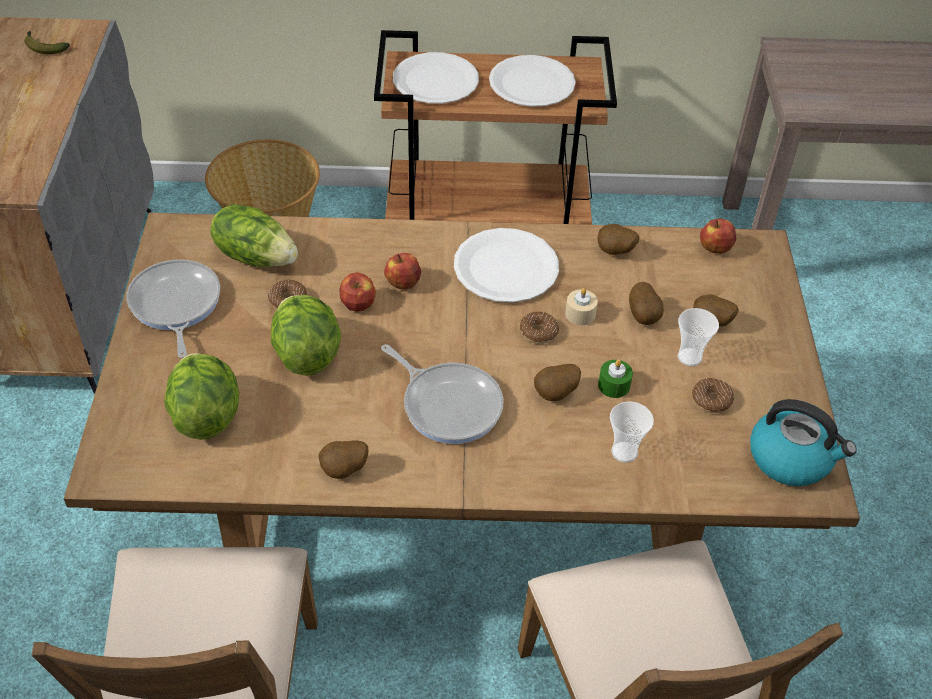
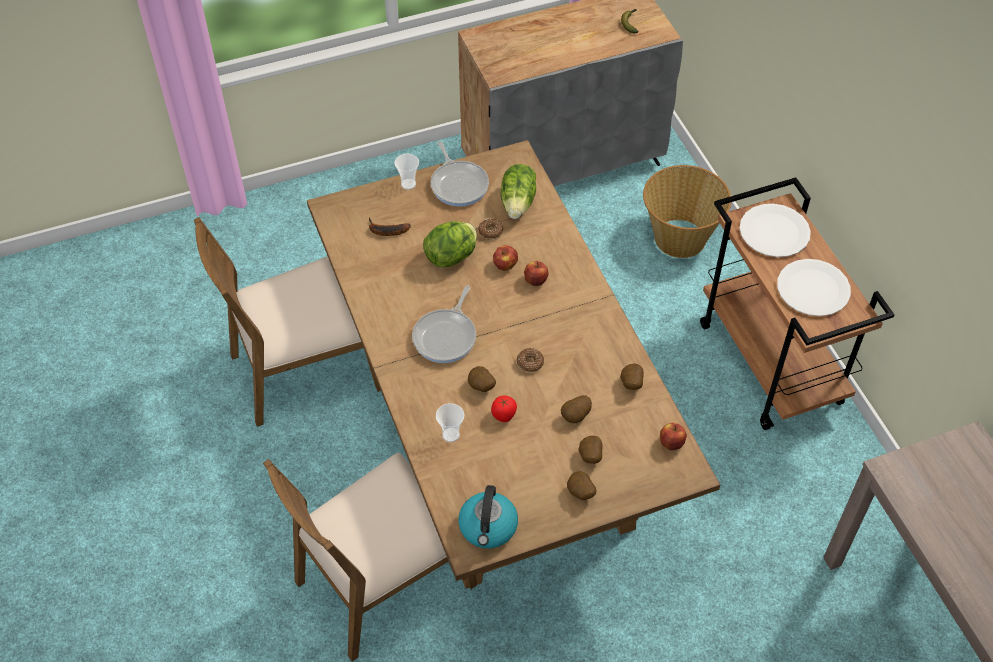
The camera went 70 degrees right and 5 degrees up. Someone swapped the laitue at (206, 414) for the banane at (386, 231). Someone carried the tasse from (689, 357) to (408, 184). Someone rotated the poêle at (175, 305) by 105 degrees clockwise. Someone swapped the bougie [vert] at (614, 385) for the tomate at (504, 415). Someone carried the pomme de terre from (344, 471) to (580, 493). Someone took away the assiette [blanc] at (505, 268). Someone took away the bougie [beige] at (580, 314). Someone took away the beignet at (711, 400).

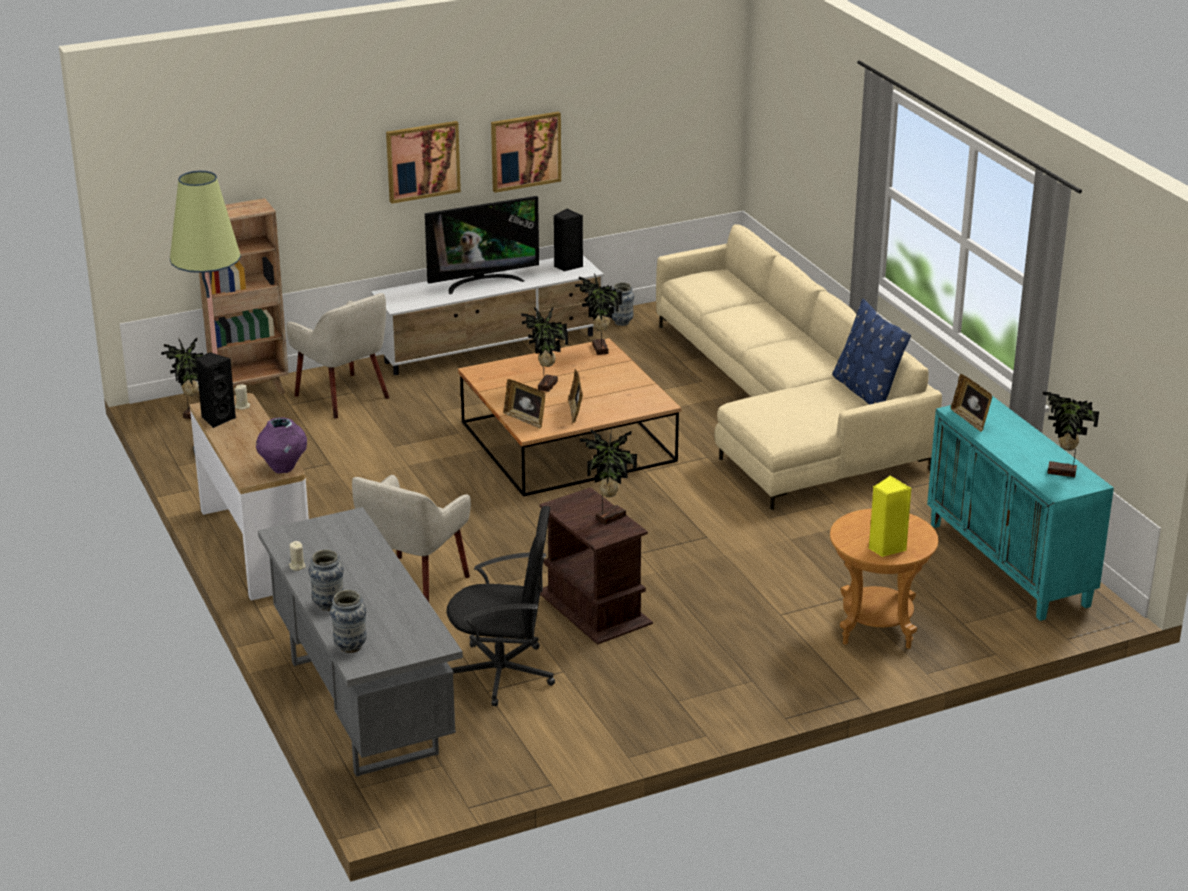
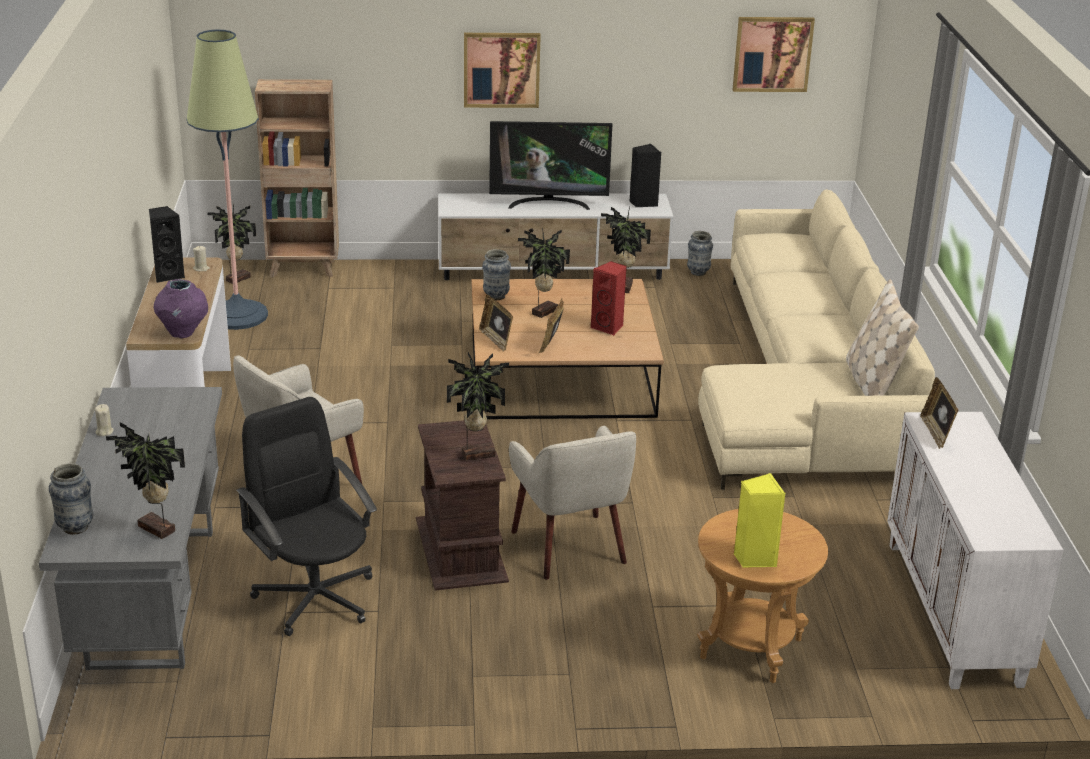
The camera went 20 degrees right and 0 degrees up. Someone carried the plante en pot from (1062, 473) to (155, 530). Someone rotated the chaise de bureau [noir] at (502, 673) by 150 degrees counterclockwise. Someone carried the vase from (328, 605) to (496, 296). Someone carried the fauteuil [beige] from (343, 396) to (570, 547). Someone put down the enceinte [rouge] at (609, 327). Someone carried the tableau from (525, 151) to (772, 54). Someone repainted the coussin [bleu] at (866, 392), which became the coussin [beige] at (872, 383). Someone repainted the meuble de rangement [turquoise] at (1010, 565), which became the meuble de rangement [blanc] at (954, 613).

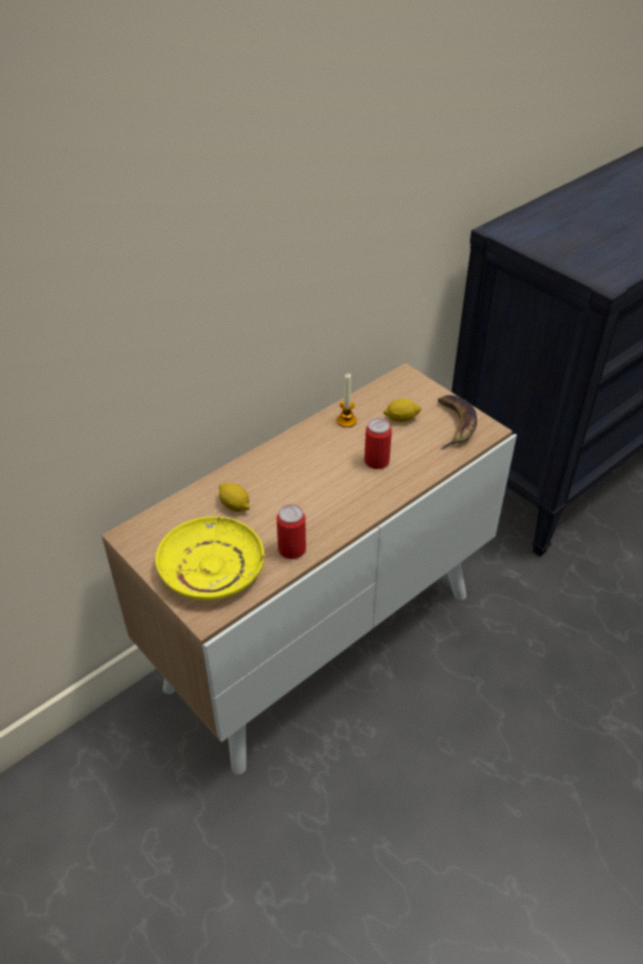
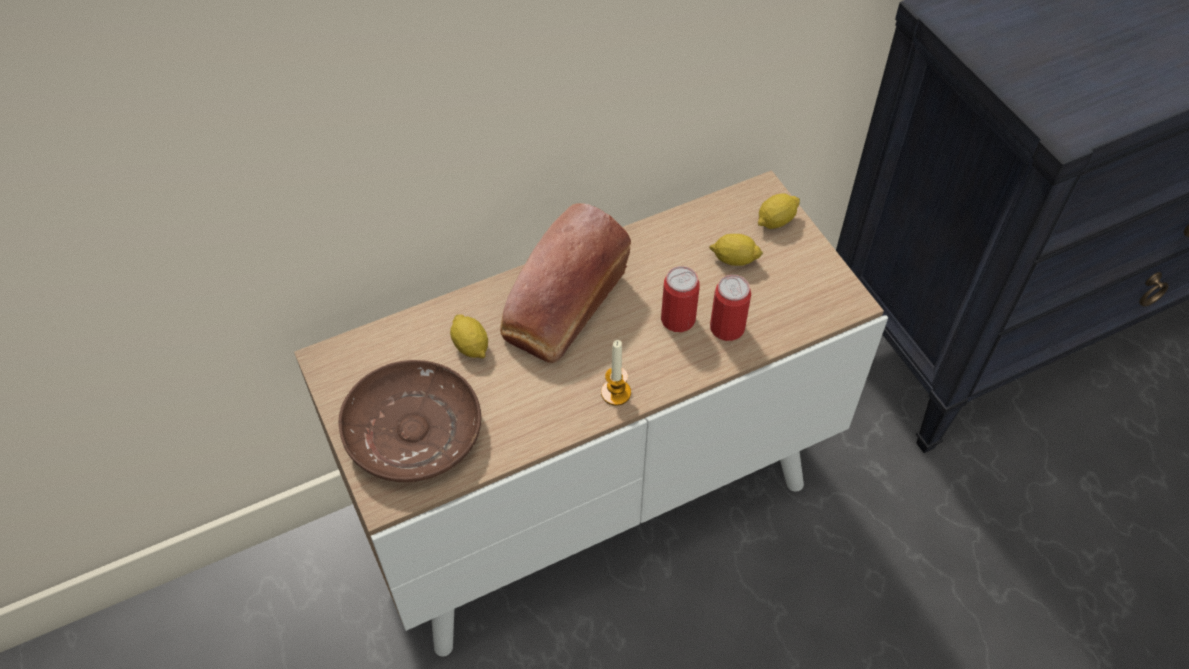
The camera went 15 degrees right and 10 degrees up. Someone repainted the assiette [jaune] at (211, 568), which became the assiette [marron] at (413, 431). Someone put down the pain at (562, 308). Someone carried the bougie from (346, 421) to (616, 393). Someone carried the boîte métallique from (292, 549) to (727, 327). Someone put down the citron at (776, 221). Someone took away the banane at (455, 425).

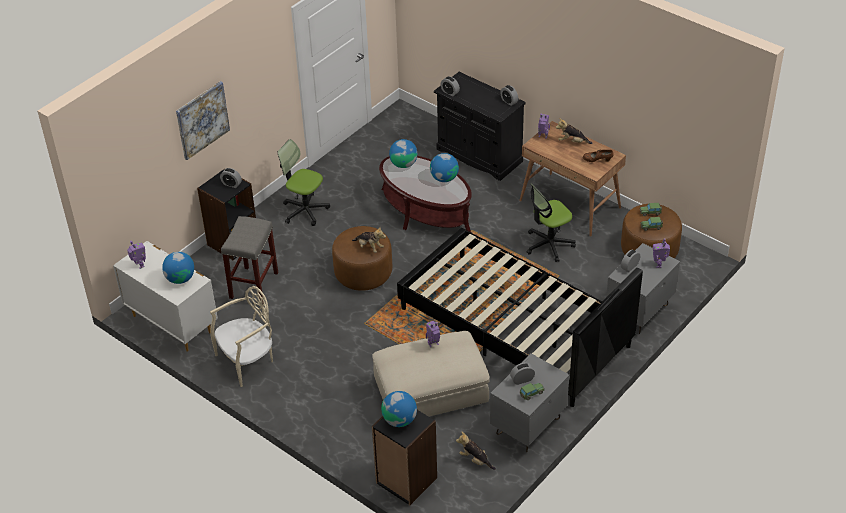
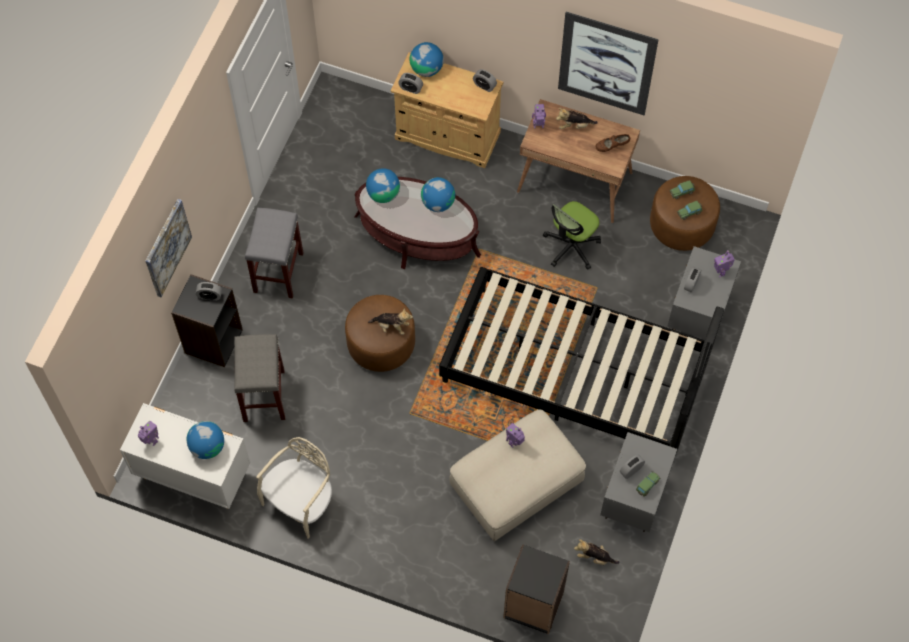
The camera went 20 degrees left and 20 degrees up. Someone swapped the chaise de bureau at (305, 210) for the tabouret [gris] at (278, 271). Someone repainted the meuble de rangement [noir] at (479, 155), which became the meuble de rangement [beige] at (447, 136). Someone carried the globe from (399, 420) to (426, 69). Someone put up the tableau at (606, 64).

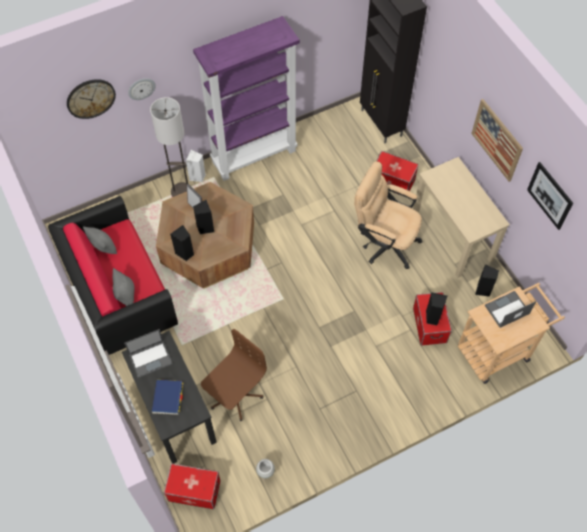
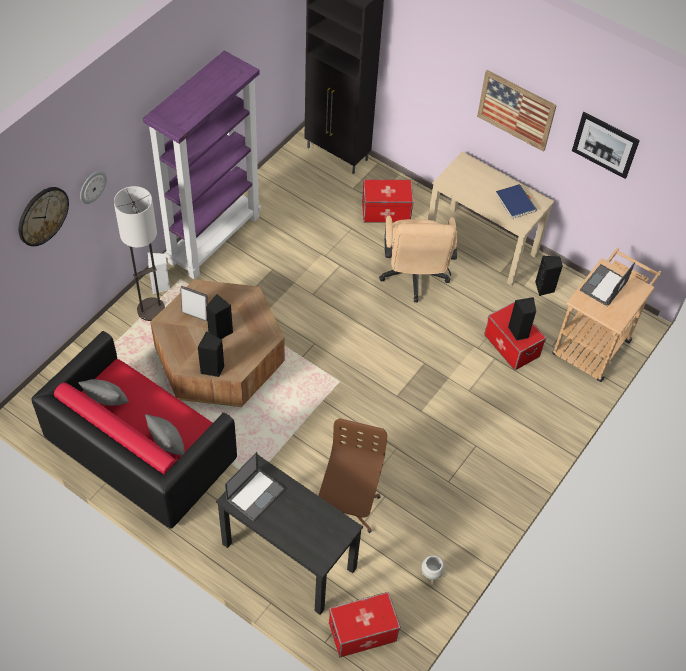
The camera went 30 degrees left and 5 degrees down. Someone rotated the chaise de bureau [beige] at (384, 242) by 90 degrees counterclockwise. Someone carried the livre [bleu] from (167, 397) to (515, 203).

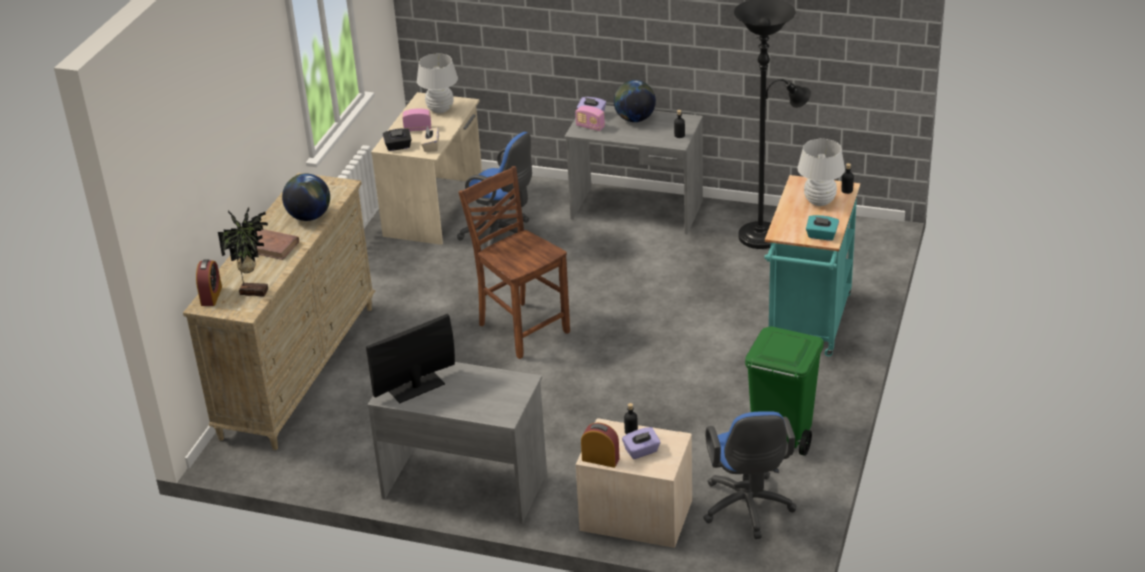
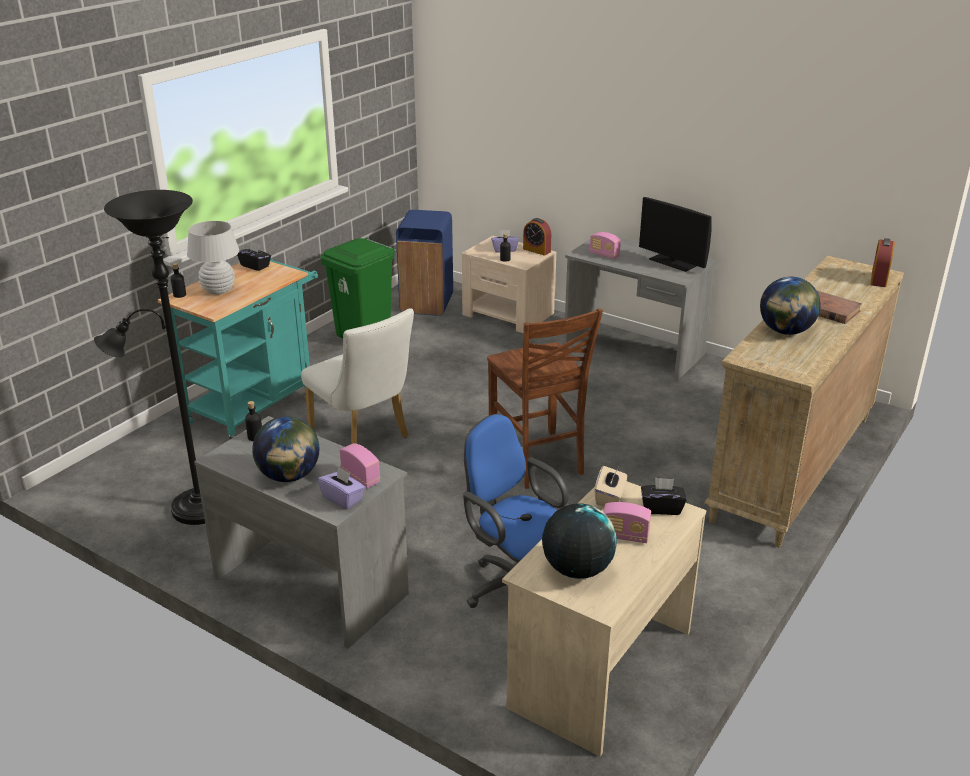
The camera went 165 degrees left and 5 degrees down. Someone repainted the boîte à mouchoirs [turquoise] at (821, 236), which became the boîte à mouchoirs [noir] at (255, 266). Someone put down the chaise [blanc] at (364, 436). Someone swapped the chaise de bureau [bleu] at (748, 510) for the poubelle [bleu] at (427, 303). Someone swapped the lampe de table [blanc] at (440, 109) for the globe at (577, 569). Someone put down the radio at (604, 255). Someone rotated the écran d'ordinateur at (416, 387) by 60 degrees clockwise. Someone took away the plante en pot at (254, 291).

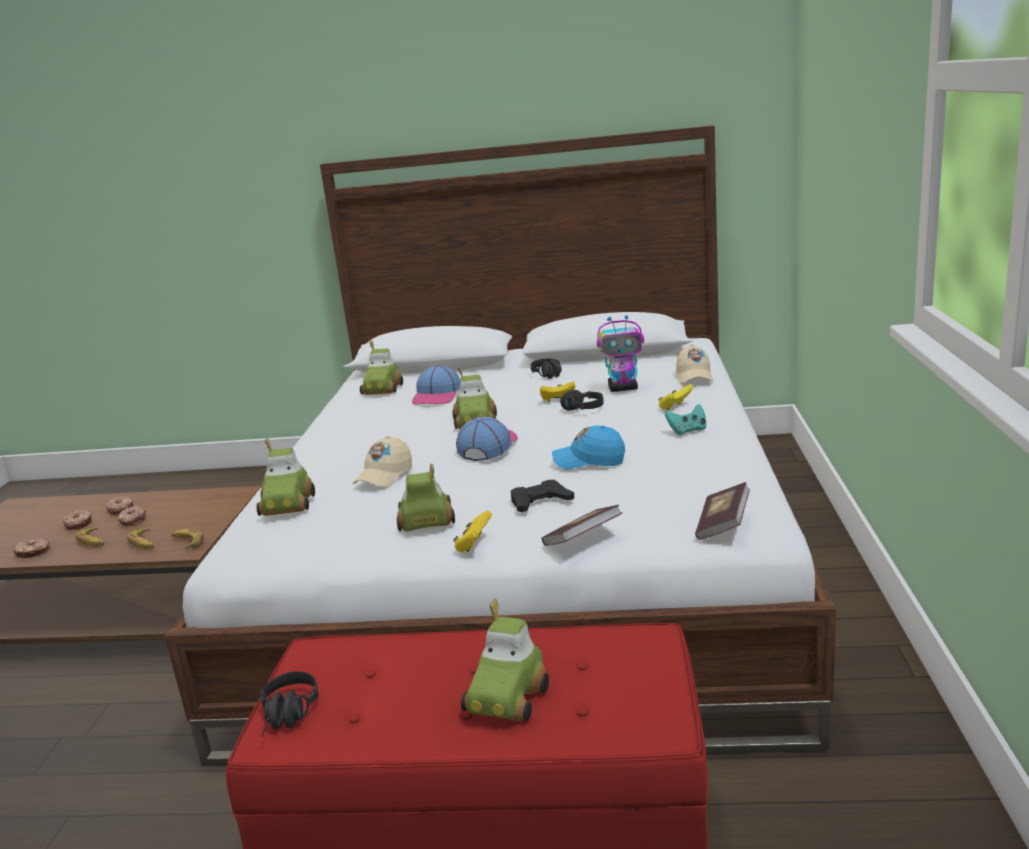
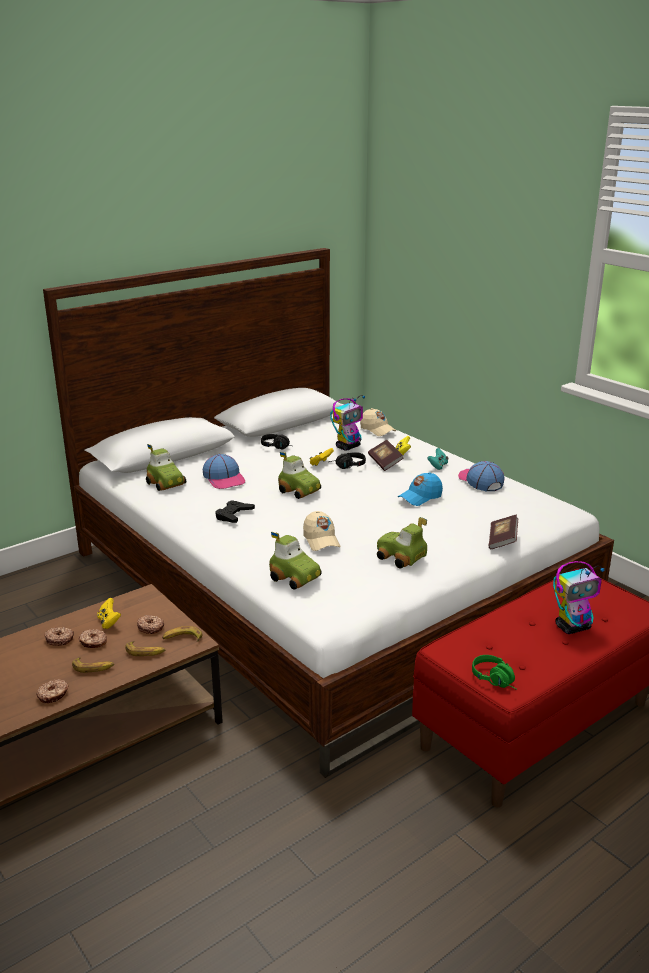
The camera went 45 degrees left and 5 degrees up. Someone carried the manette [jaune] from (474, 545) to (109, 622). Someone carried the beignet from (79, 524) to (150, 627). Someone carried the manette [noir] from (540, 502) to (234, 515). Someone carried the livre from (723, 525) to (385, 462). Someone carried the casquette from (487, 446) to (480, 481). Someone repainted the casque audio [noir] at (288, 717), which became the casque audio [vert] at (497, 680). Someone swapped the petite voiture at (508, 699) for the robot jouet at (573, 627).

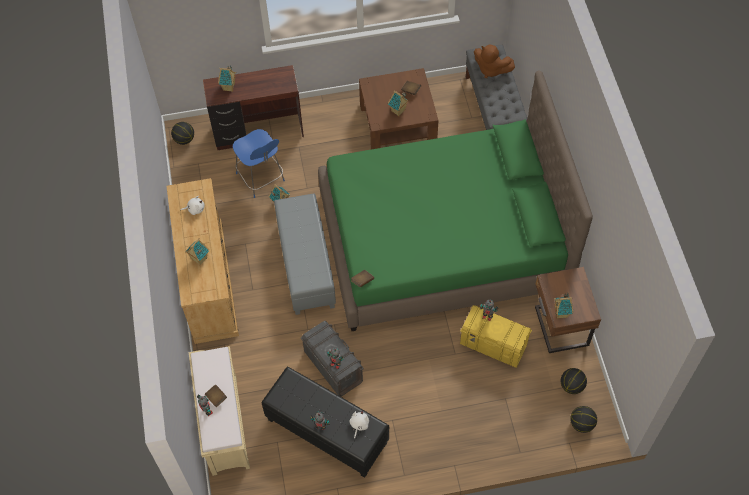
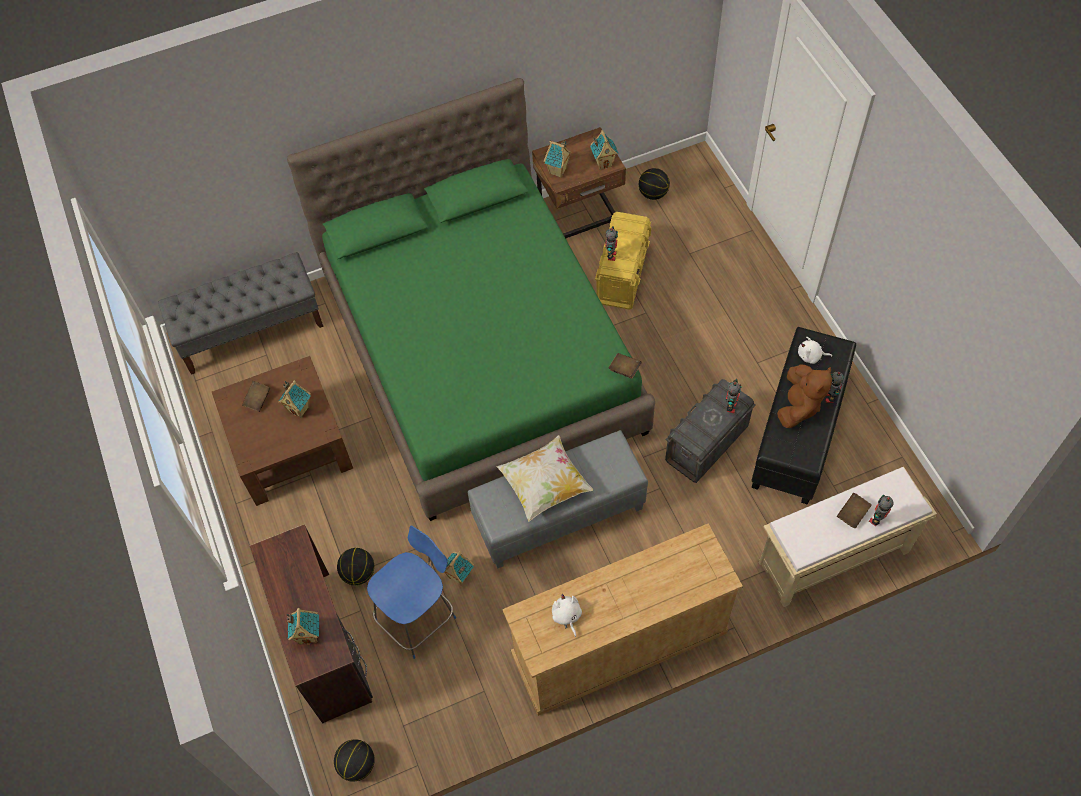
The camera went 100 degrees left and 0 degrees up. Someone carried the ballon de basket from (581, 424) to (359, 573). Someone put down the coussin at (544, 486). Someone carried the maison miniature from (199, 259) to (558, 171). Someone carried the peluche [marron] from (490, 69) to (799, 406).

